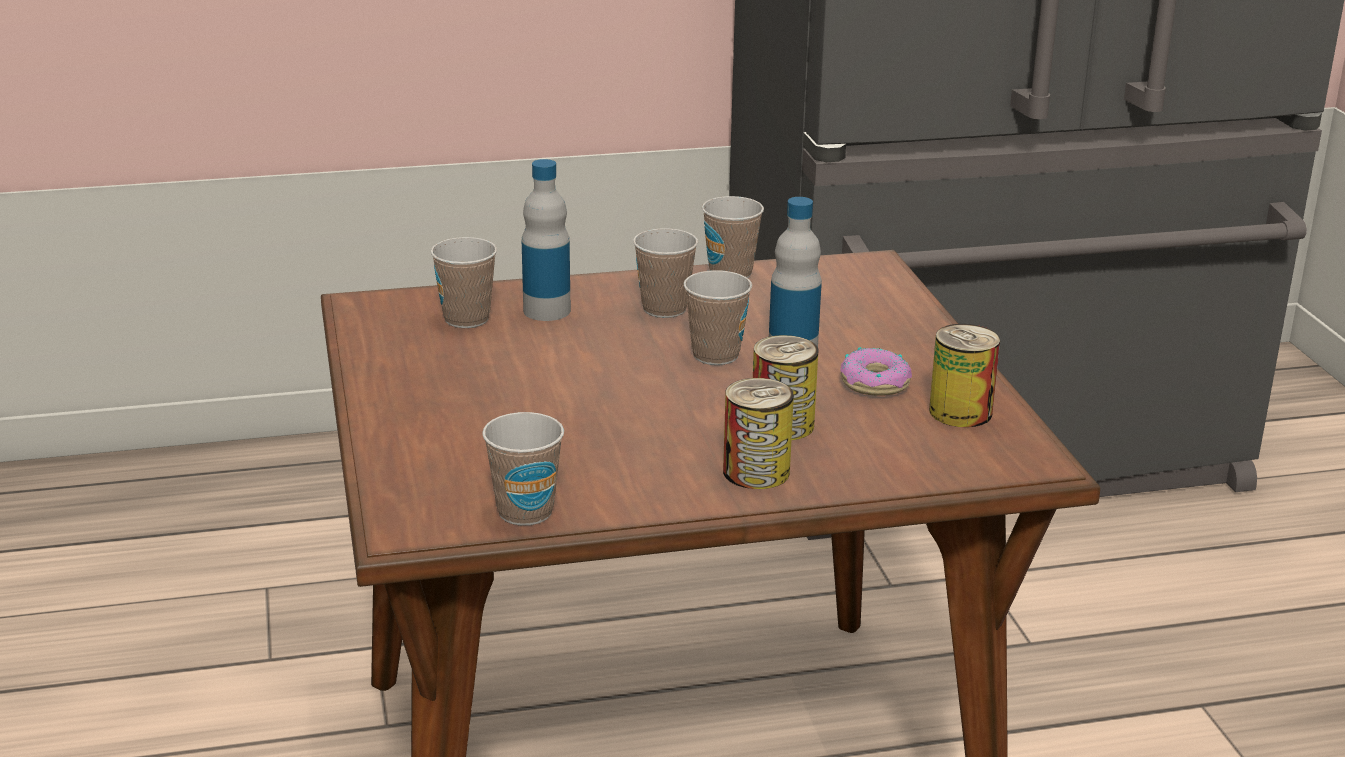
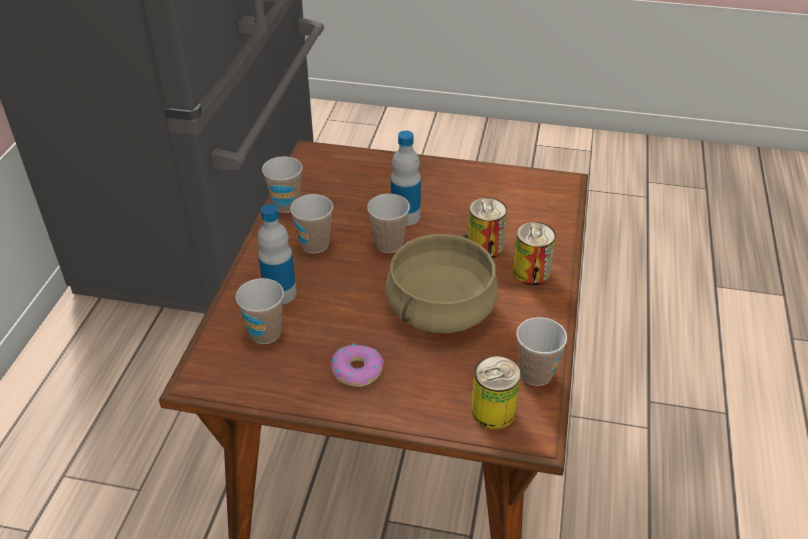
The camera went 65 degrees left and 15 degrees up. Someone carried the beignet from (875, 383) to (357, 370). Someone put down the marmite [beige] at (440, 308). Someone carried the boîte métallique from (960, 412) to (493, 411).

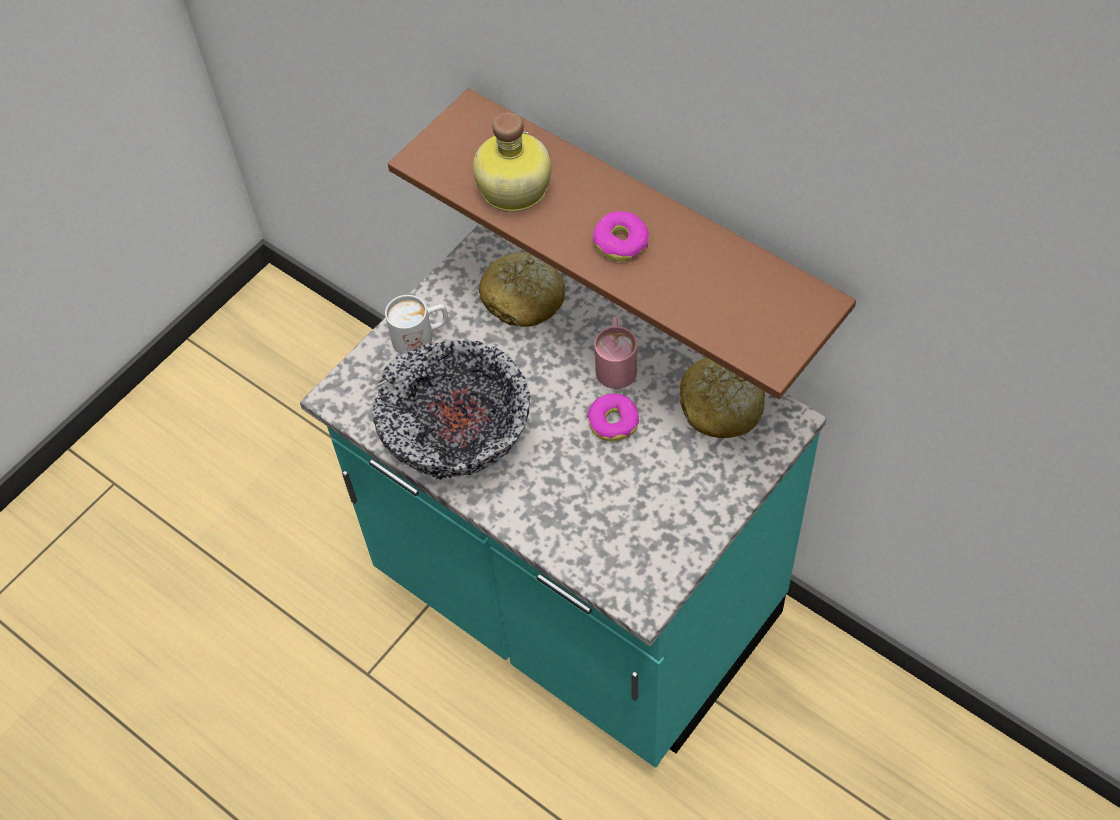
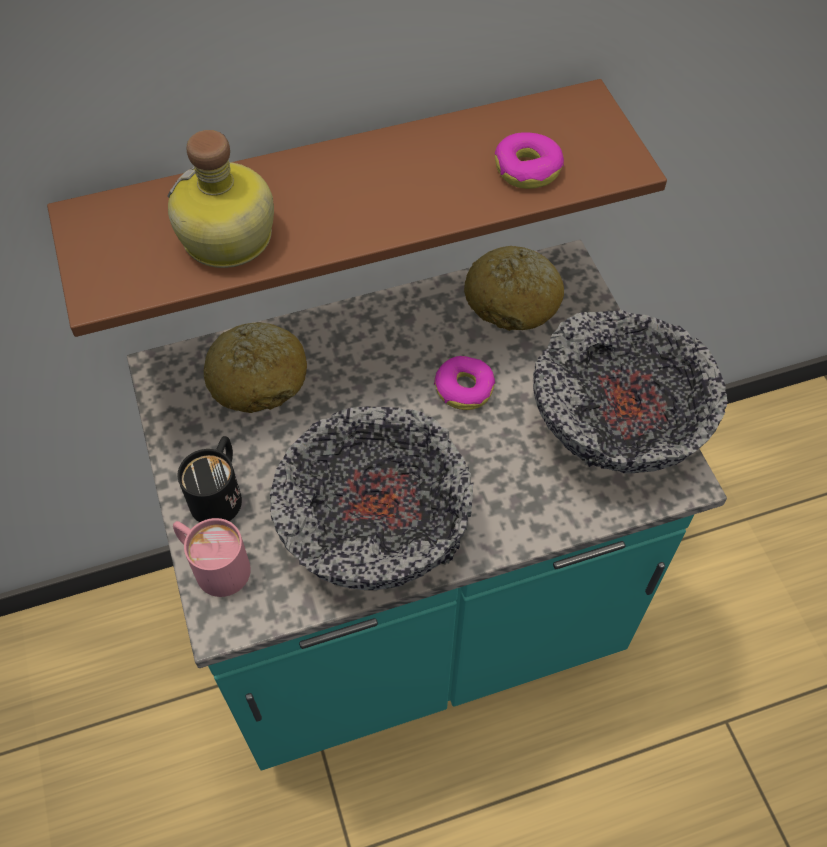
The camera went 60 degrees left and 0 degrees up. Someone carried the mug [rose] from (616, 363) to (213, 565). Someone repainted the mug [blanc] at (421, 337), which became the mug [noir] at (220, 492). Someone carried the beignet from (621, 243) to (527, 169). Someone put down the bol at (615, 425).

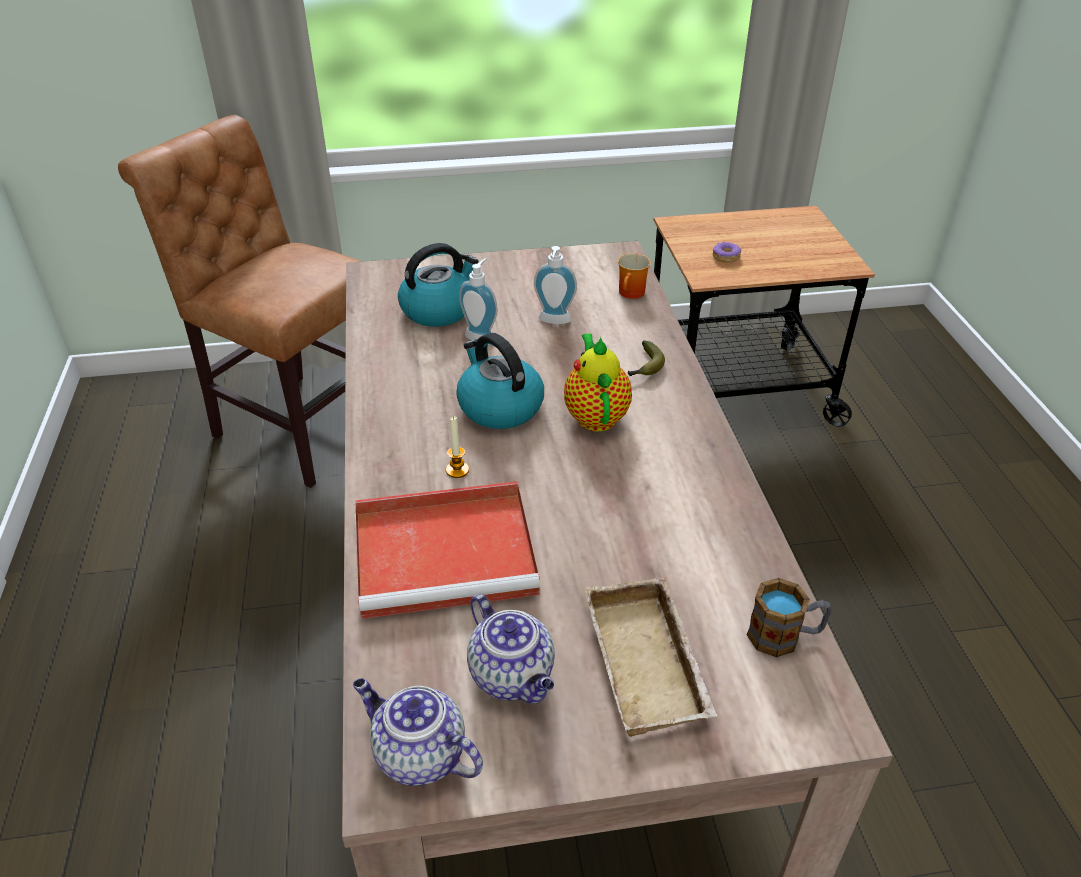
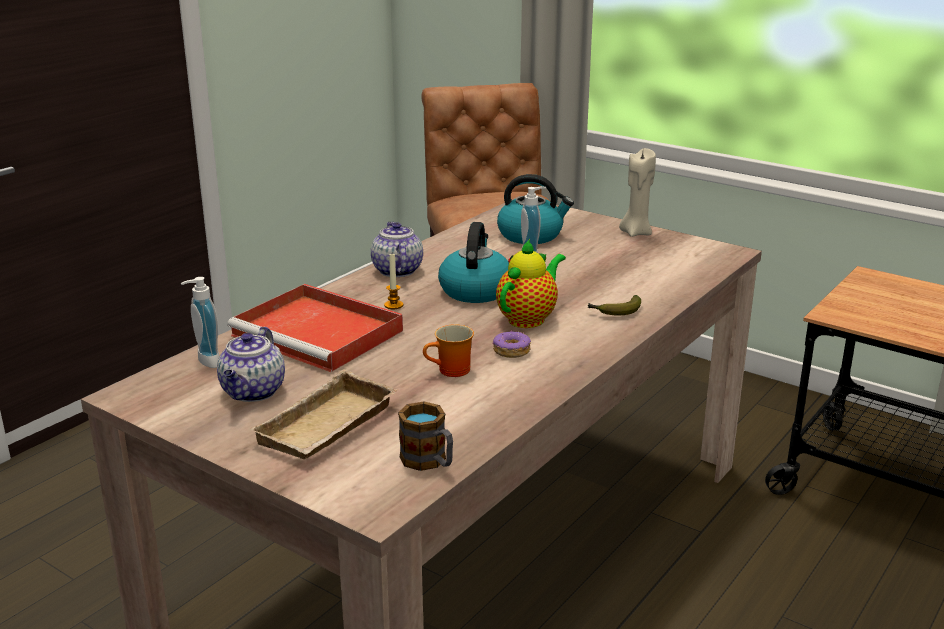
The camera went 45 degrees right and 15 degrees down. Someone carried the distributeur de savon from (554, 322) to (205, 362). Someone carried the théière from (418, 755) to (396, 270). Someone carried the mug from (632, 294) to (451, 371). Someone carried the beignet from (725, 257) to (511, 351). Someone put down the bougie [beige] at (636, 233).

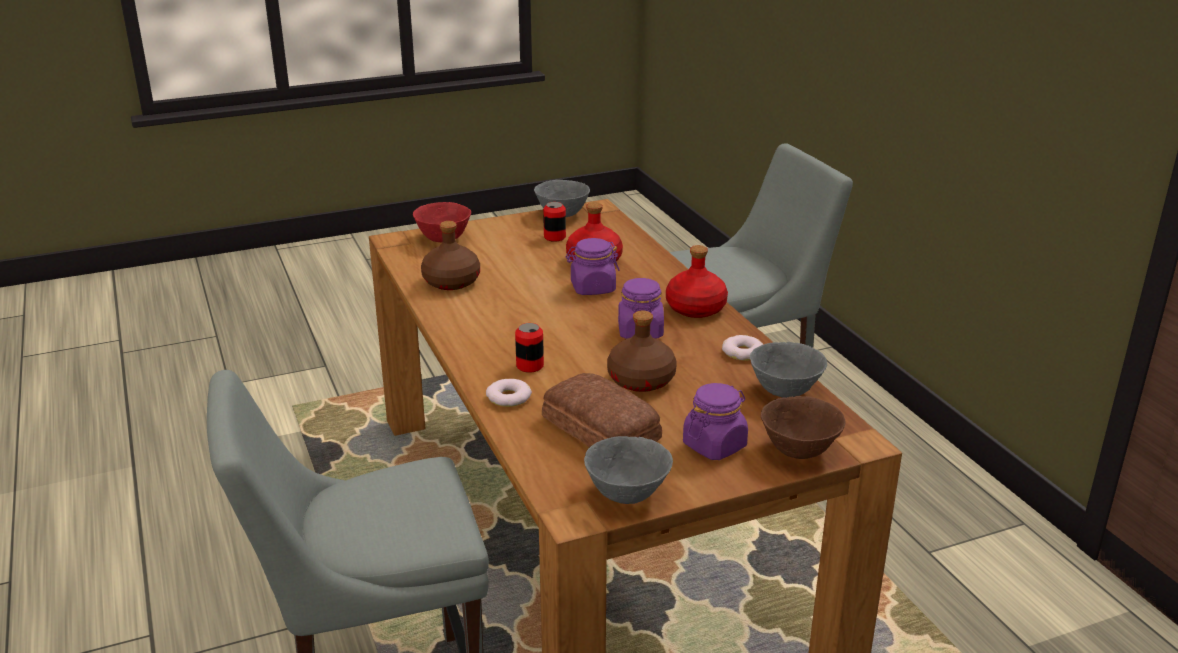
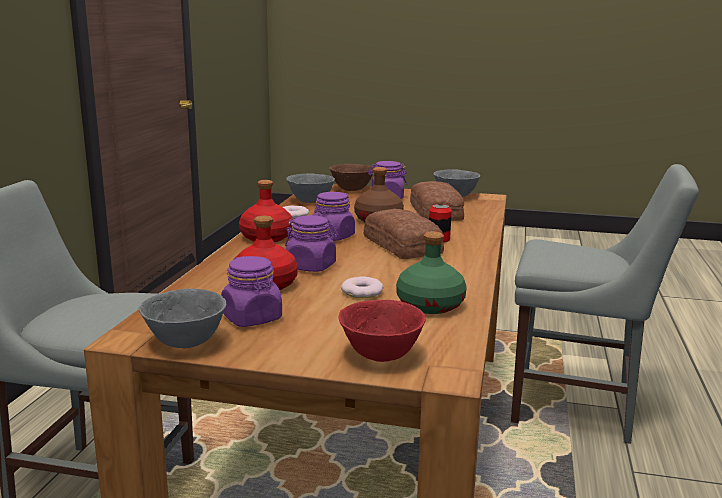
The camera went 145 degrees left and 10 degrees down. Someone swapped the boîte métallique at (554, 237) for the bocal [violet] at (252, 318). Someone carried the beignet from (508, 397) to (362, 292). Someone put down the pain at (403, 245). Someone repainted the bouteille [marron] at (450, 281), which became the bouteille [vert] at (431, 305).

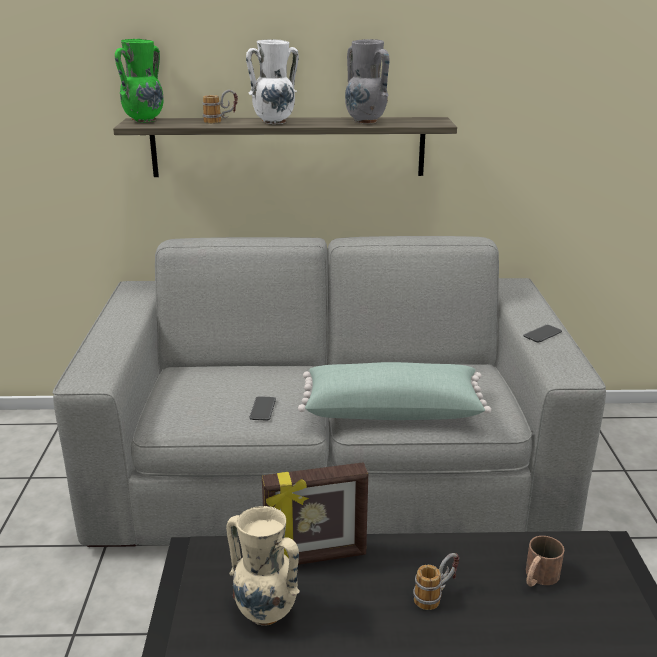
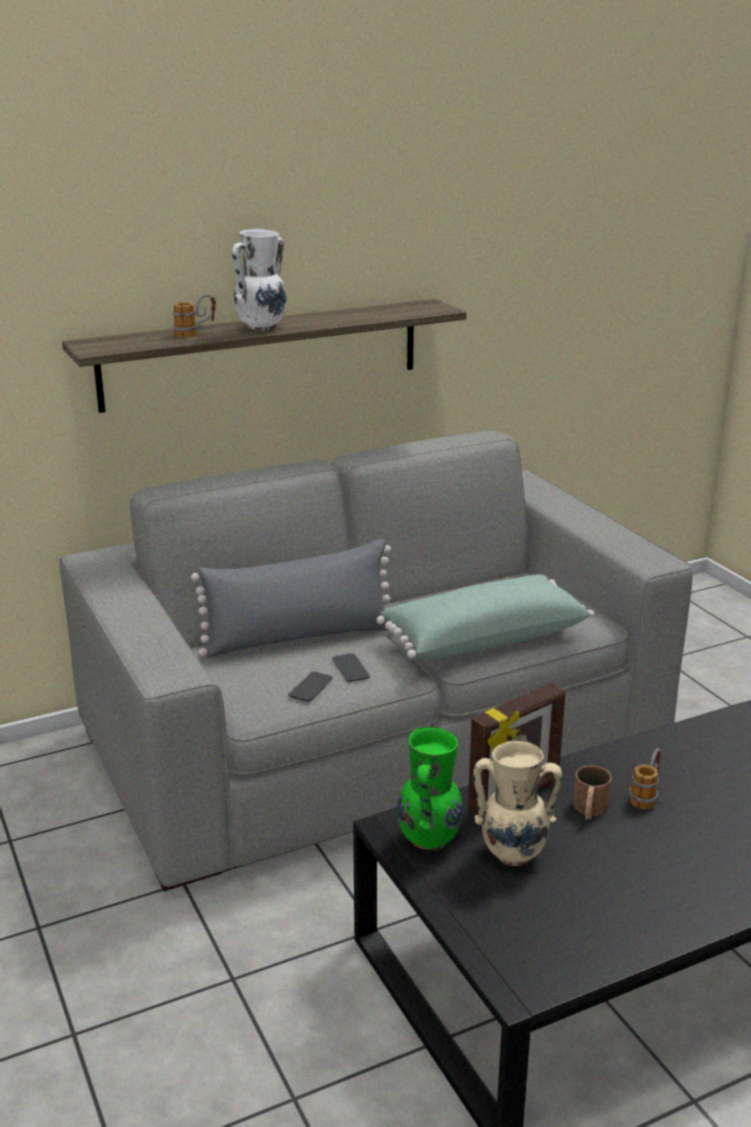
The camera went 25 degrees left and 0 degrees up. Someone put down the coussin [gris] at (299, 638). Someone carried the téléphone from (542, 334) to (310, 687). Someone carried the vase [vert] from (145, 121) to (430, 839). Someone carried the mug [marron] from (538, 577) to (589, 810). Someone took away the vase [gris] at (365, 122).

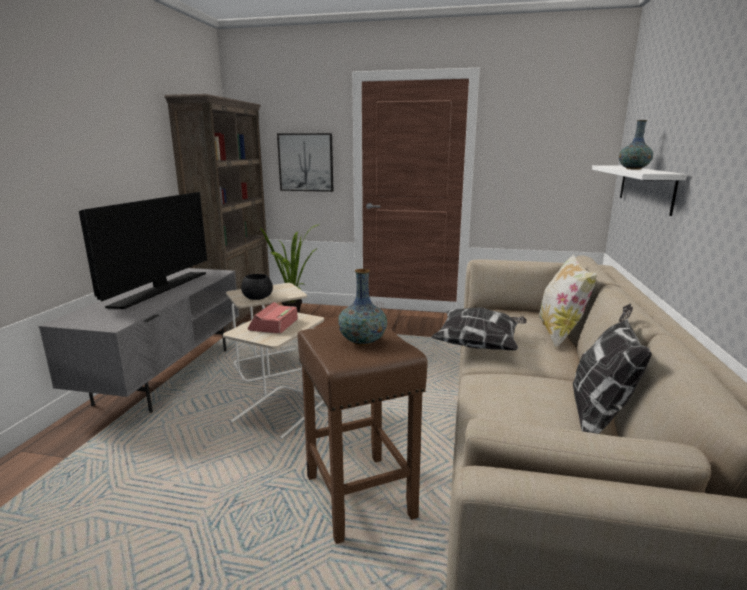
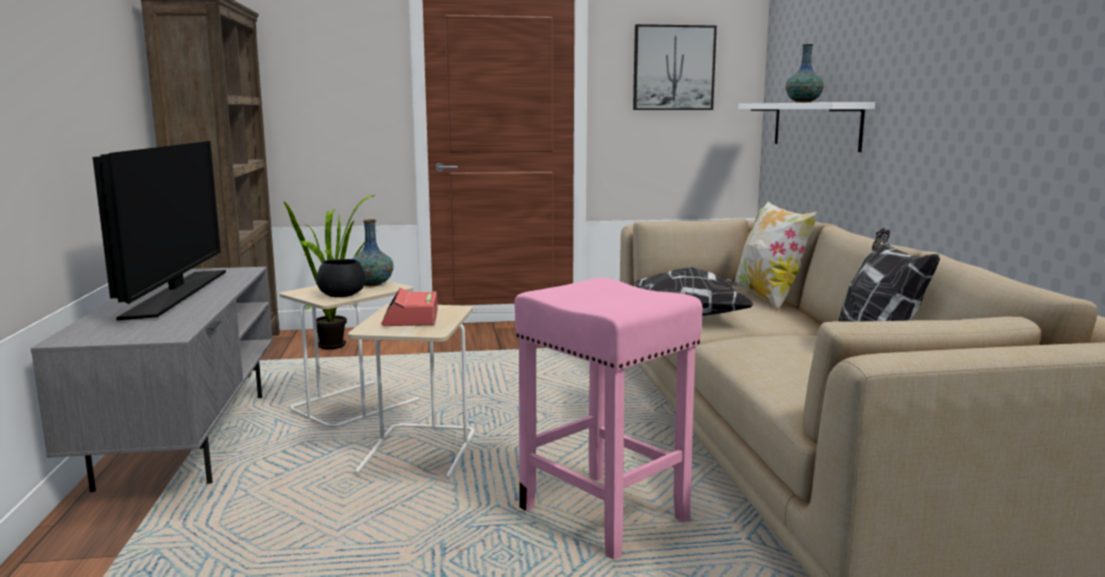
The camera went 20 degrees left and 5 degrees down. Someone carried the vase from (362, 341) to (372, 284). Someone repainted the tabouret [marron] at (361, 497), which became the tabouret [rose] at (606, 515). Someone carried the tableau from (306, 162) to (673, 68).

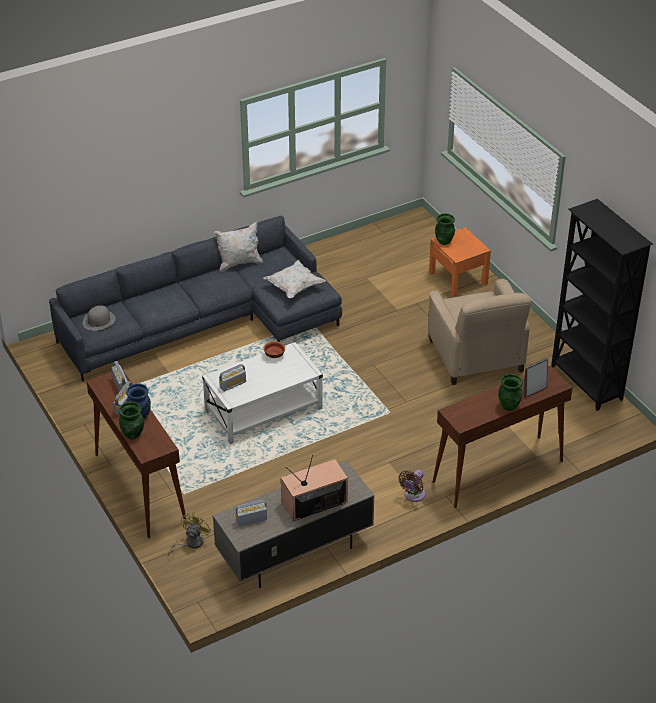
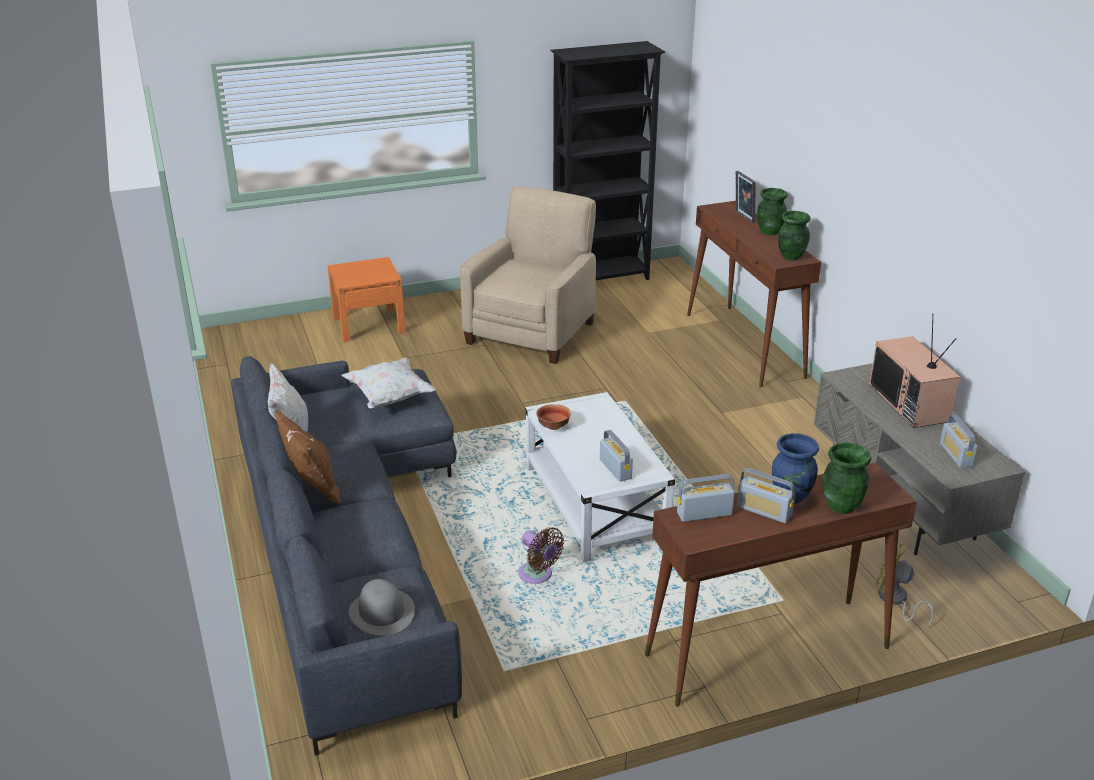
The camera went 80 degrees left and 10 degrees down. Someone put down the coussin [marron] at (312, 490). Someone rotated the fauteuil [beige] at (476, 356) by 60 degrees counterclockwise. Someone carried the ventilateur [marron] from (413, 496) to (538, 575). Someone carried the vase [vert] from (444, 241) to (790, 256).

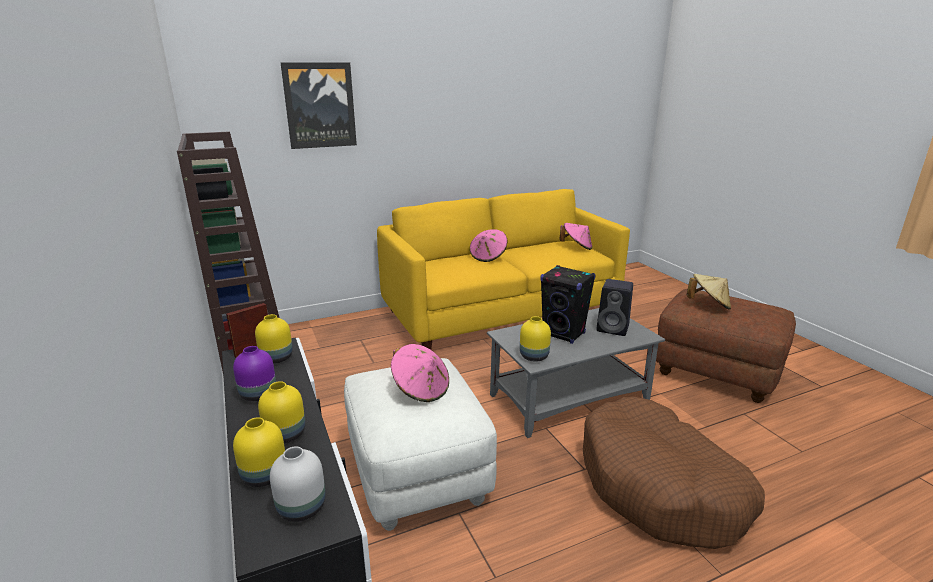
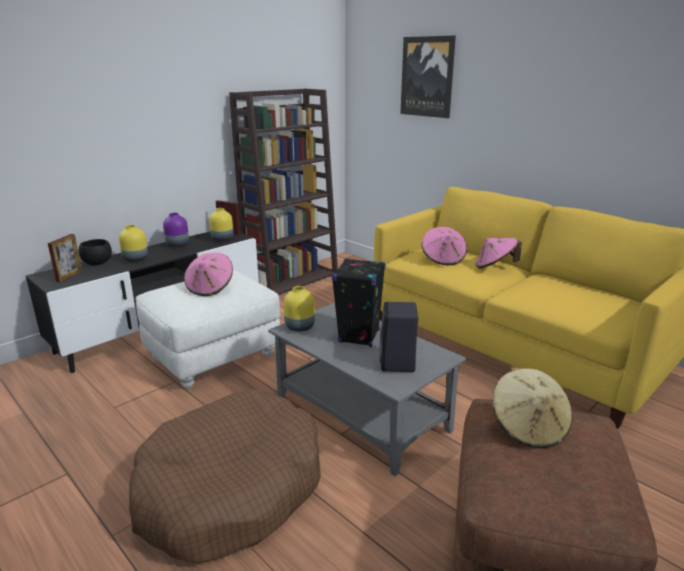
The camera went 70 degrees right and 0 degrees up. Someone swapped the vase [blanc] at (300, 508) for the cadre photo at (69, 276). Someone swapped the vase [jaune] at (265, 476) for the bol [noir] at (97, 264). Someone carried the chapeau [rose] from (576, 247) to (443, 259).

